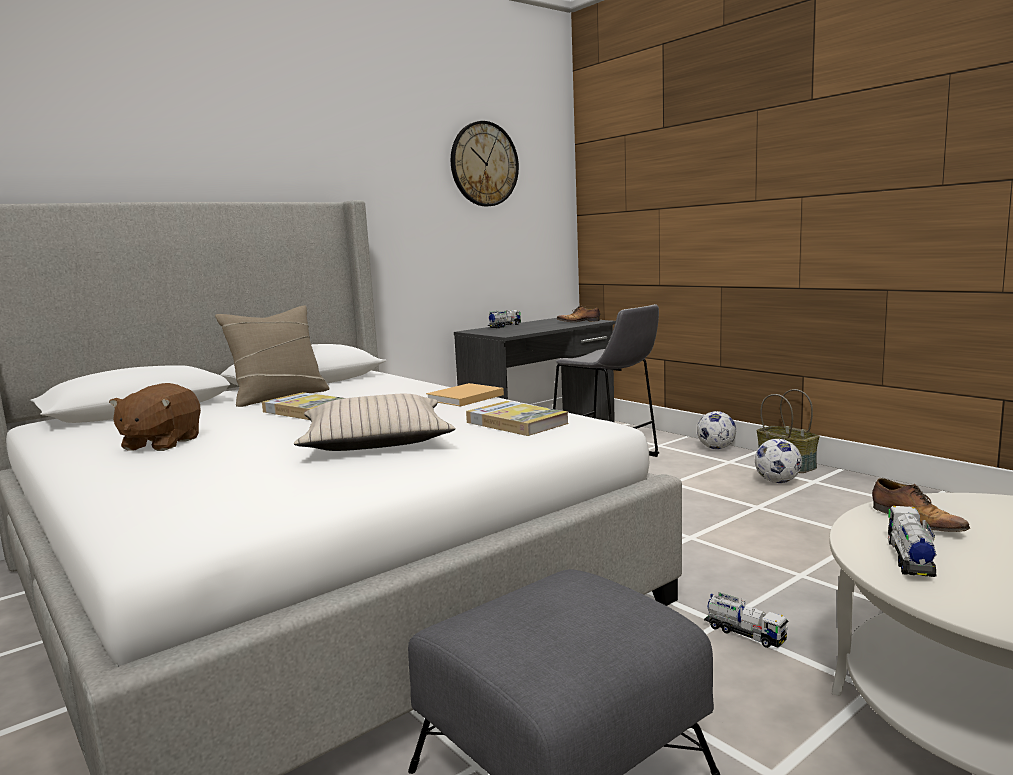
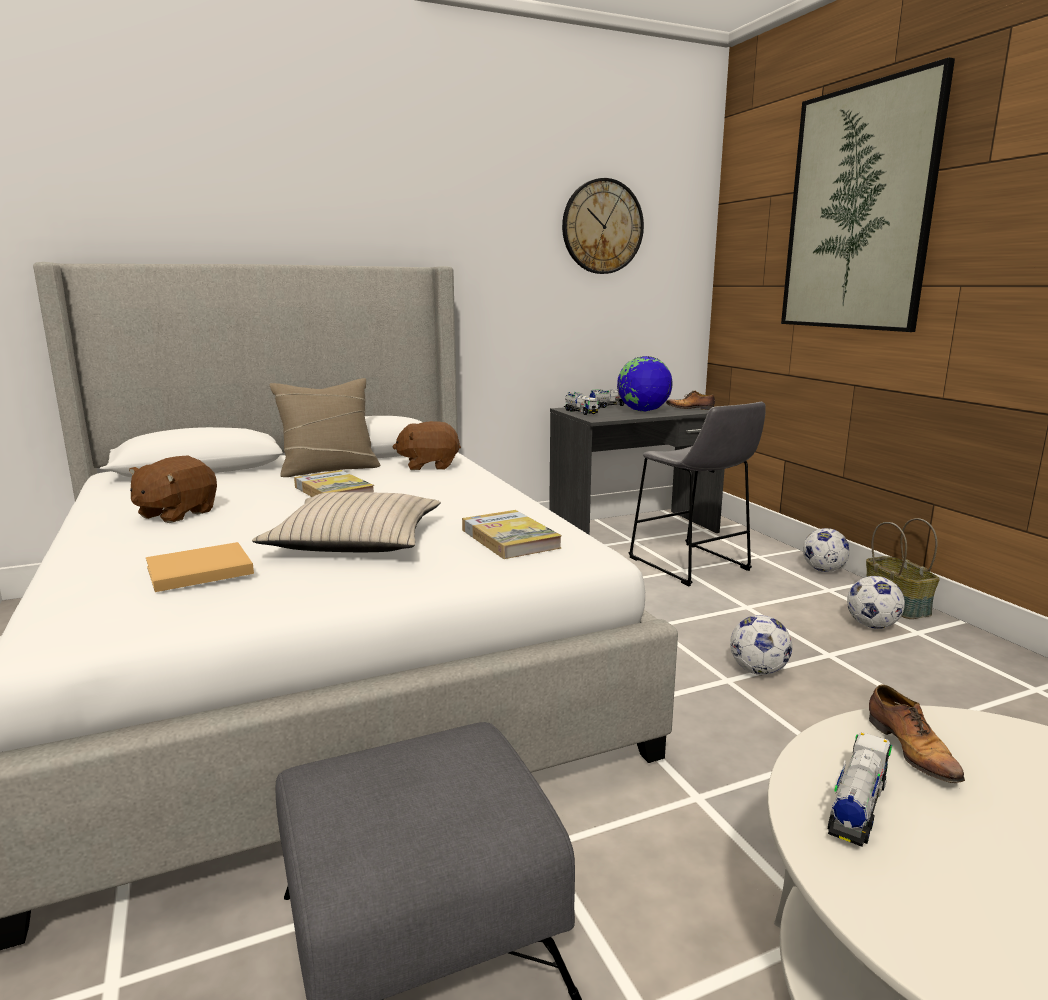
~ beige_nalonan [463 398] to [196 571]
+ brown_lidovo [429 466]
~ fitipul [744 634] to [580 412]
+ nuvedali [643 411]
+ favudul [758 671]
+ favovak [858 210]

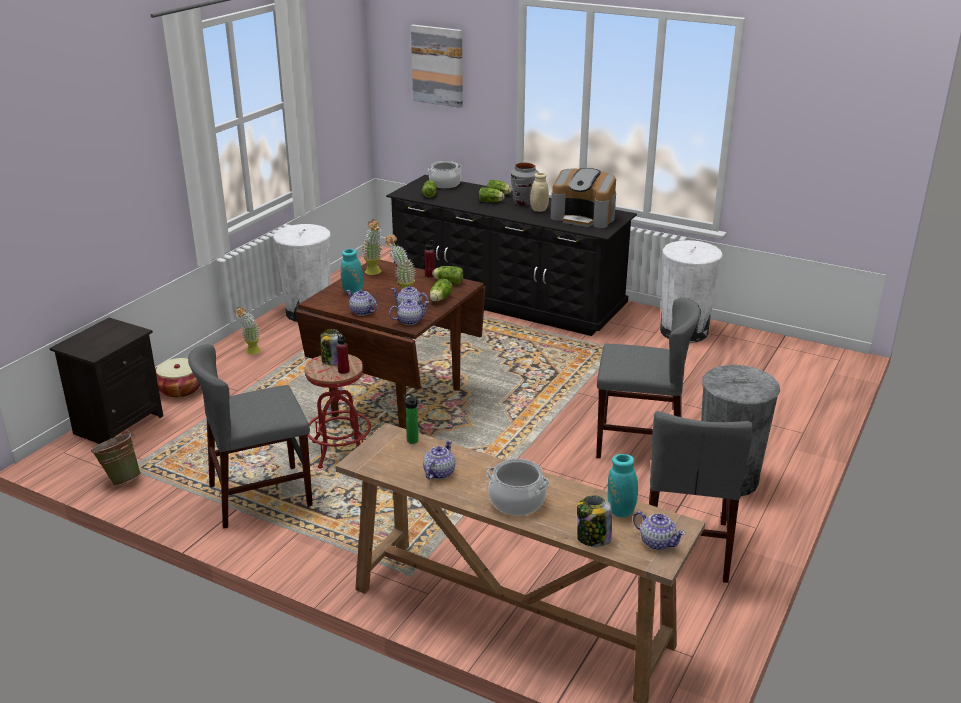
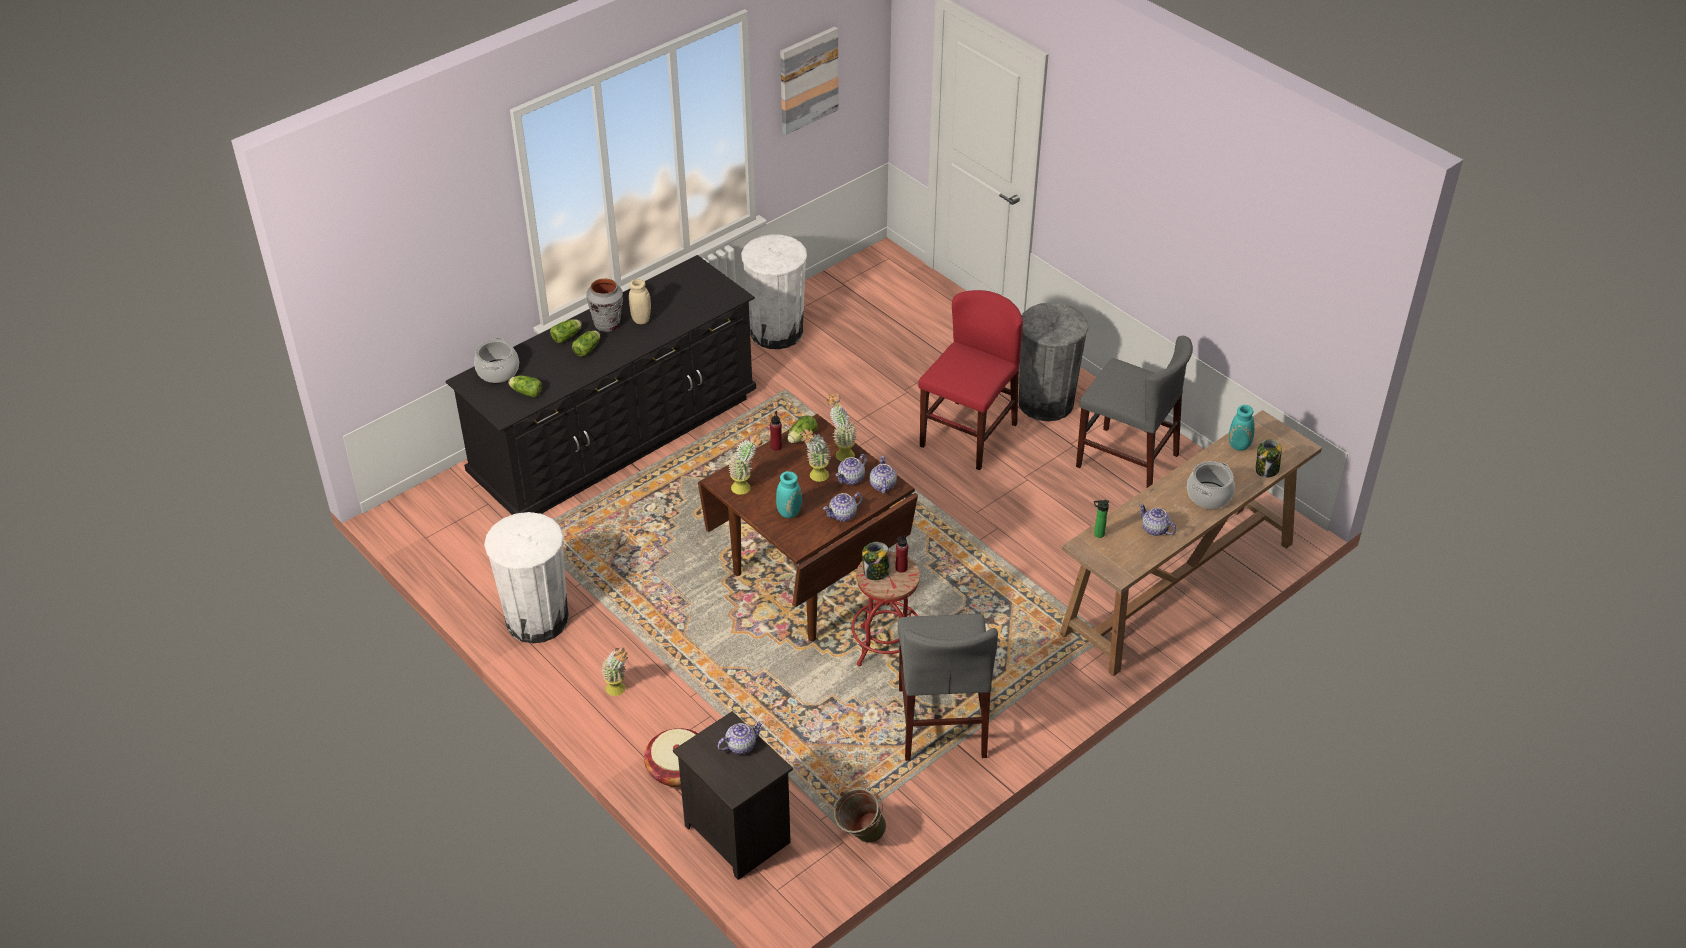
~ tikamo [657 542] to [740 745]
~ favovak [438 65] to [808 79]
~ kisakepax [439 299] to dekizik [841 453]
~ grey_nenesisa [639 443] to red_nenesisa [968 435]
- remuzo [584 217]

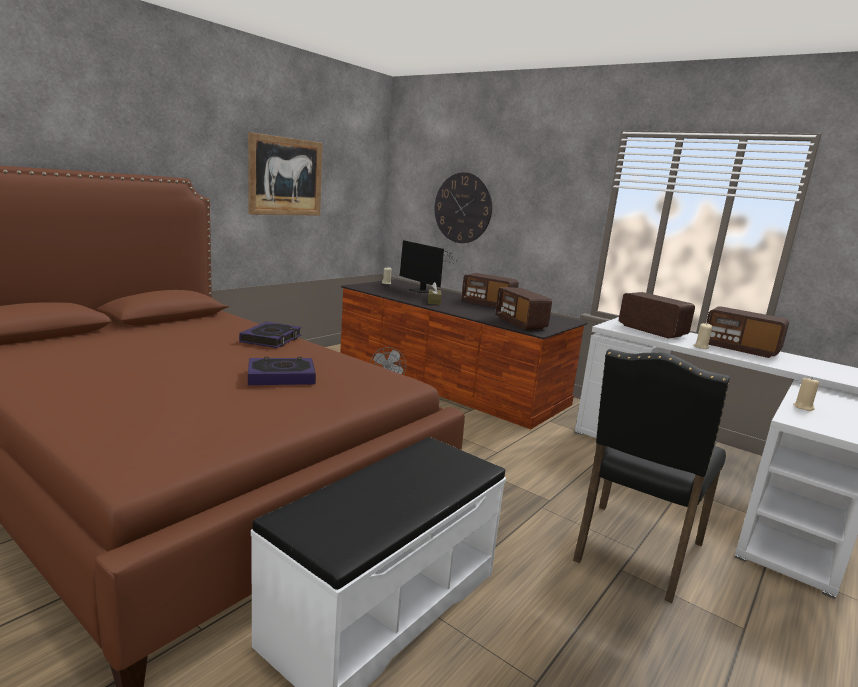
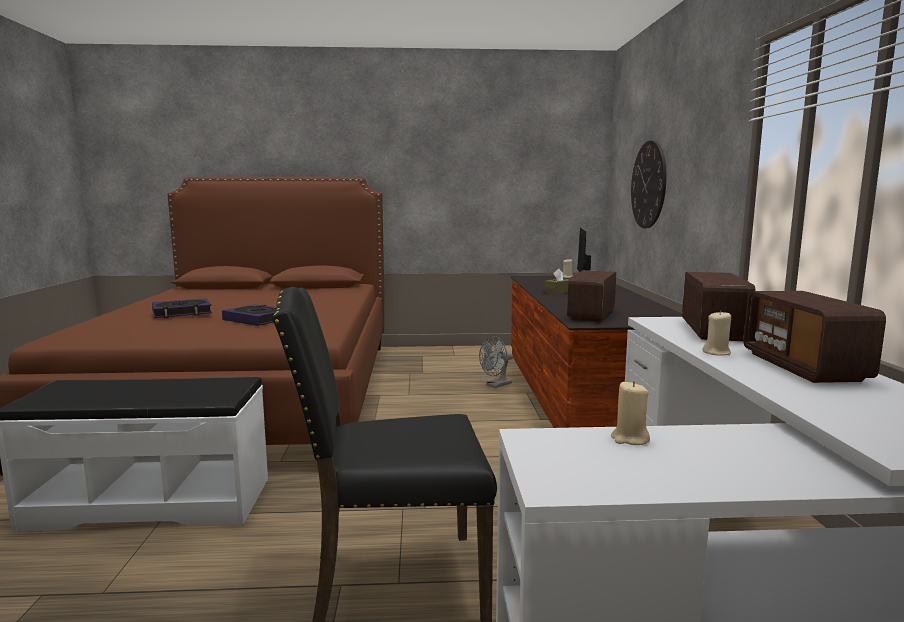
~ nalonan [271 339] to [182 313]
- favovak [286 177]
- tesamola [488 303]

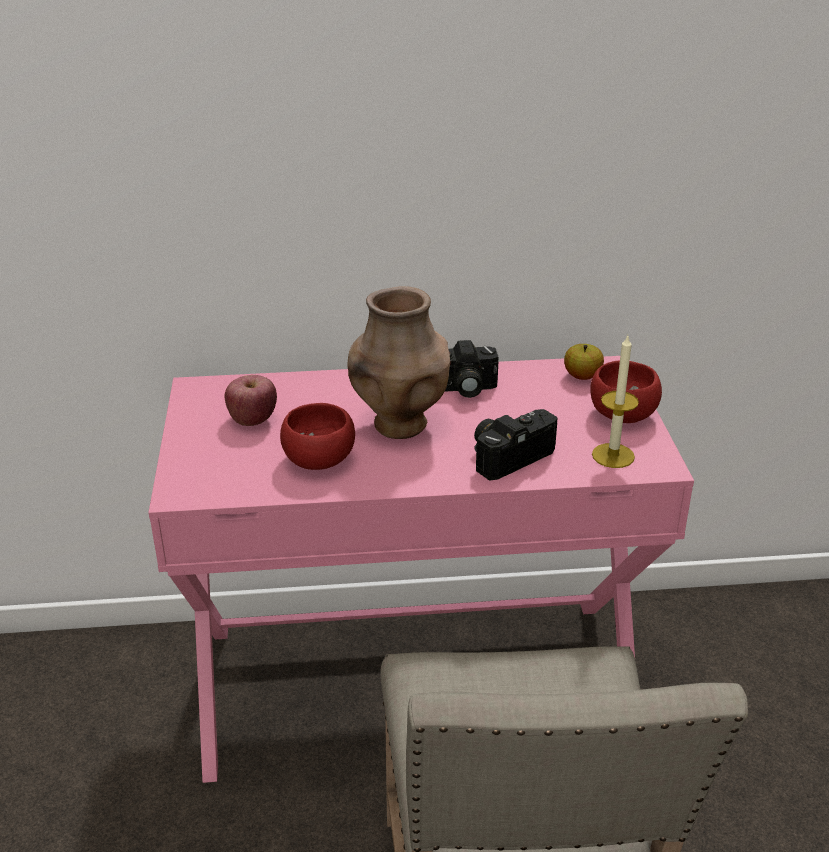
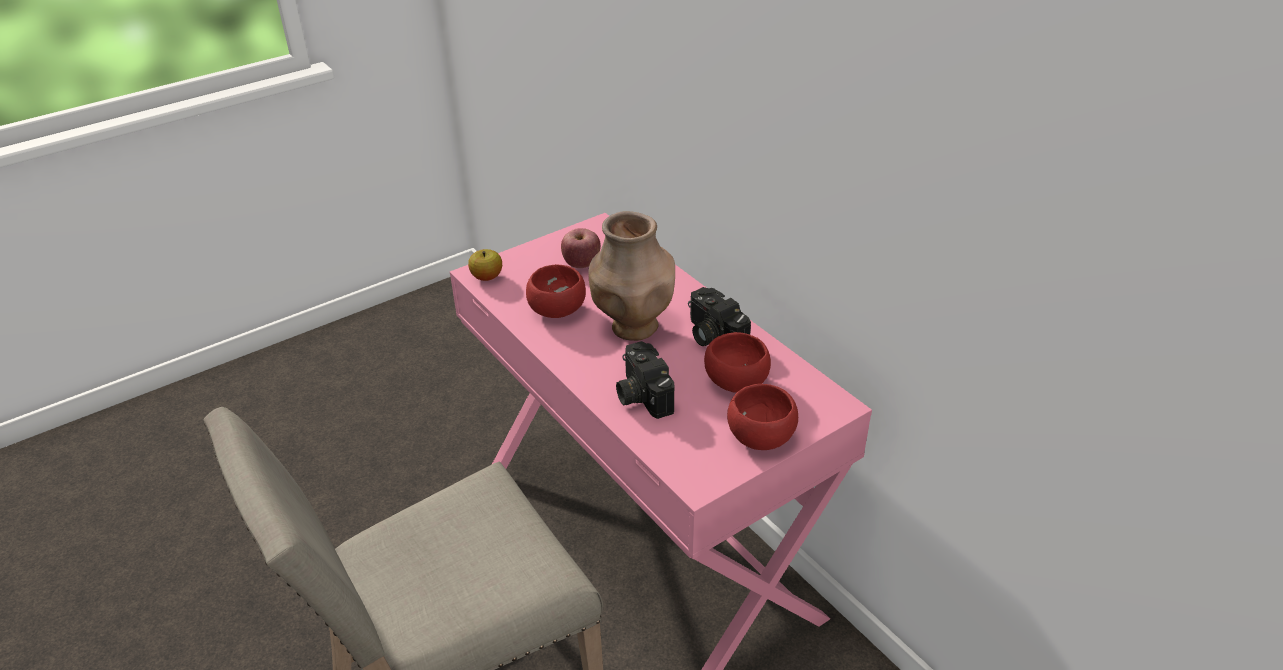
~ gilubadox [582 376] to [487 277]
~ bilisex [509 455] = [640 394] 135 degrees counterclockwise
+ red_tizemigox [735 383]
- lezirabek [613 455]

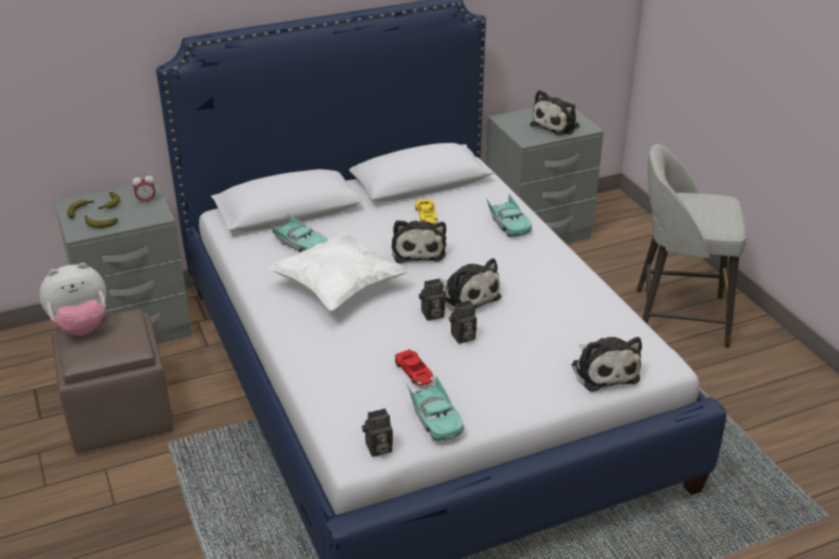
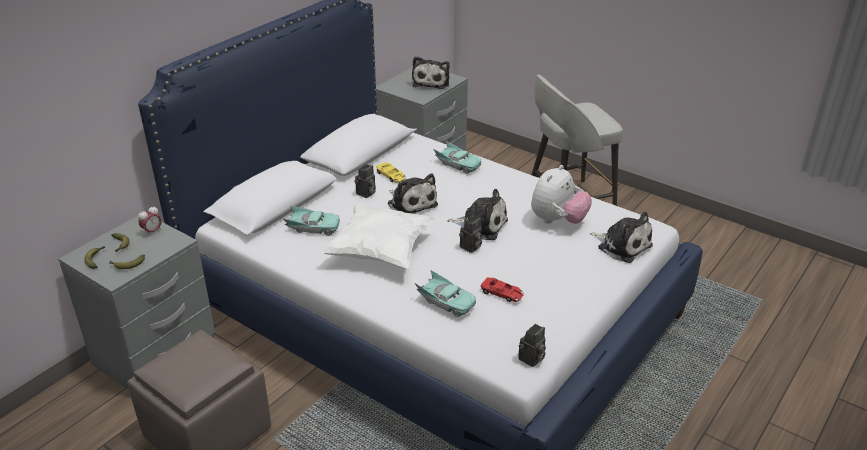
~ bilisex [462 337] to [366 193]
~ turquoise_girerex [435 419] to [446 302]
~ lidovo [81 327] to [558 220]

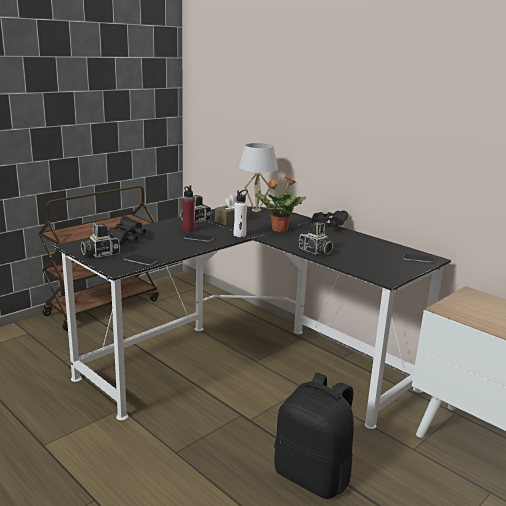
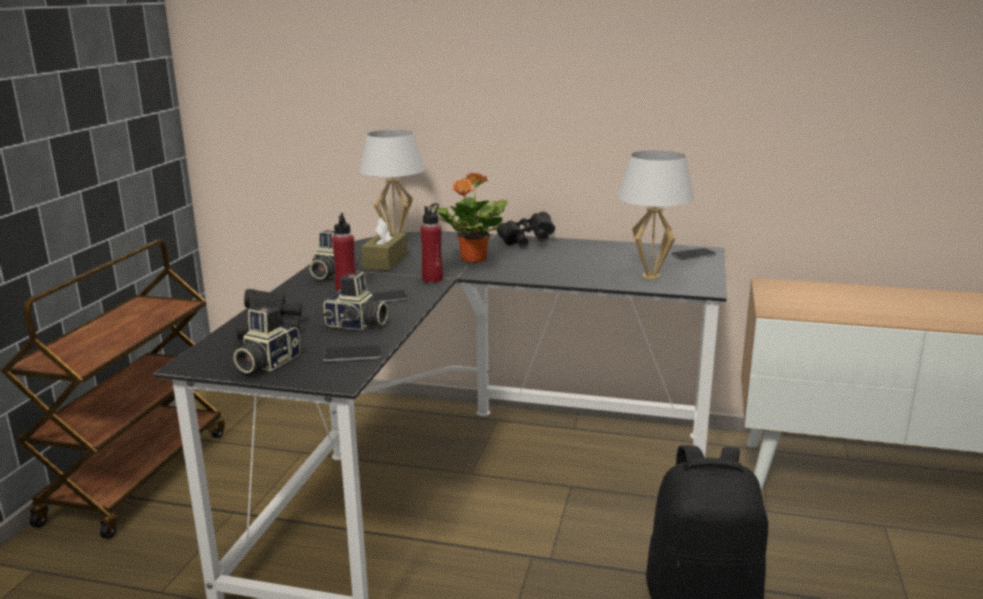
~ bilisex [315 251] to [356 325]
~ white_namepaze [239 235] to red_namepaze [432 279]
+ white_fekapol [651 277]

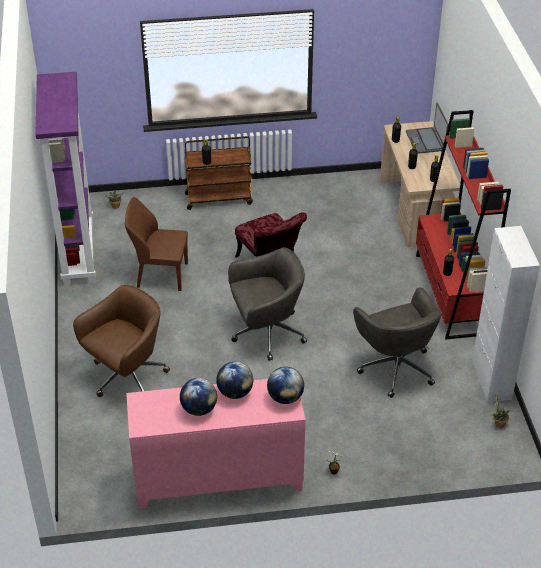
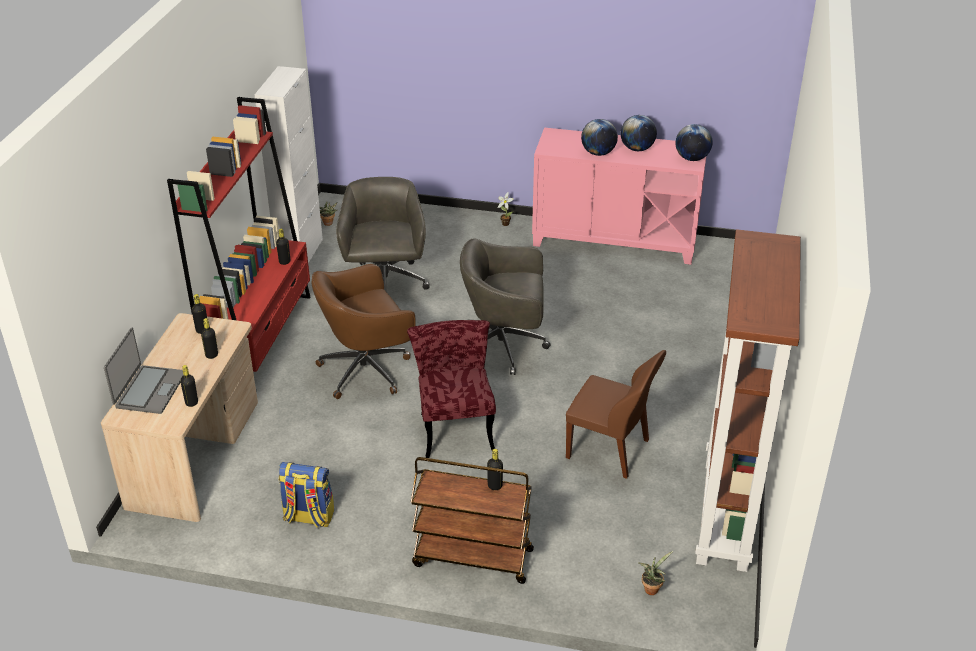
+ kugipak [308 517]
~ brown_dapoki [126 377] to [367 370]
~ nuvedali [285 398] to [692 158]
~ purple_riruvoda [78 253] to brown_riruvoda [727 514]

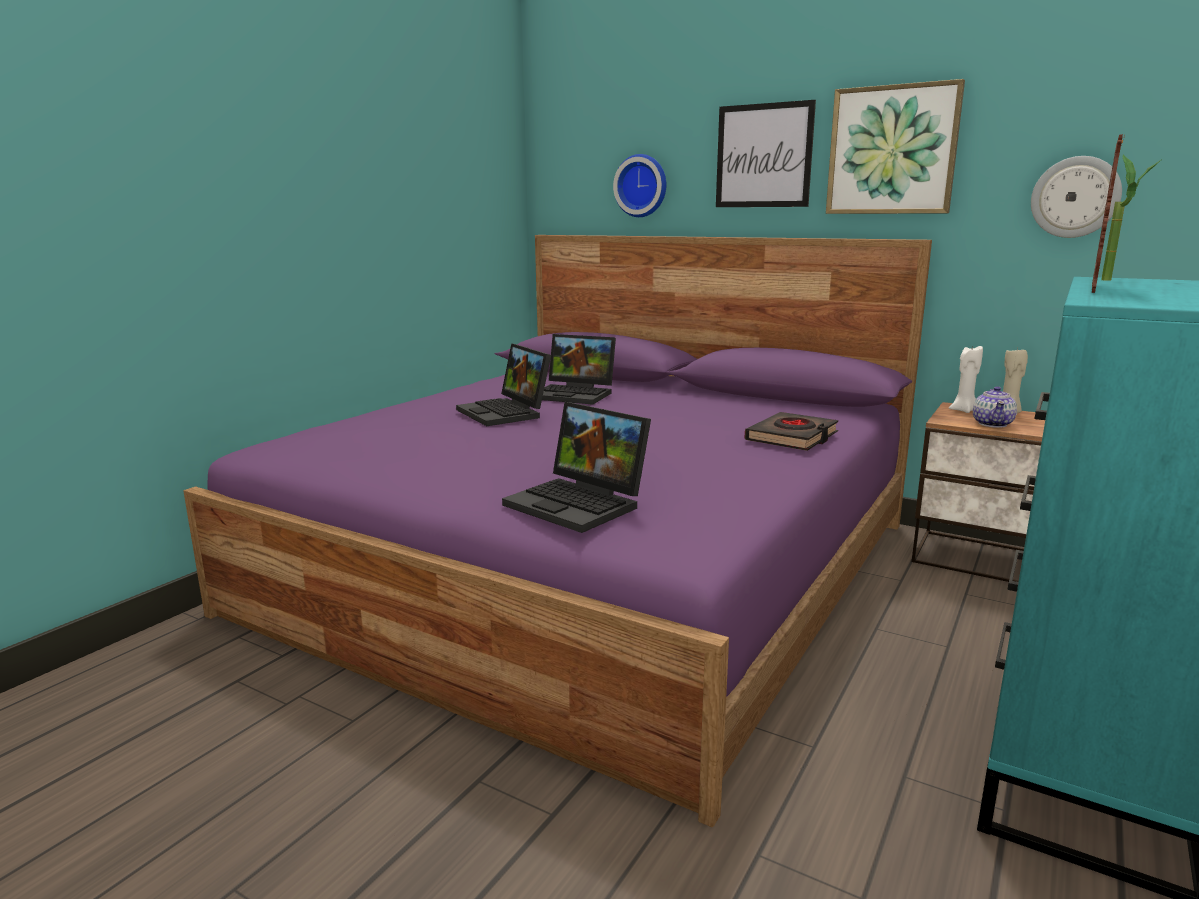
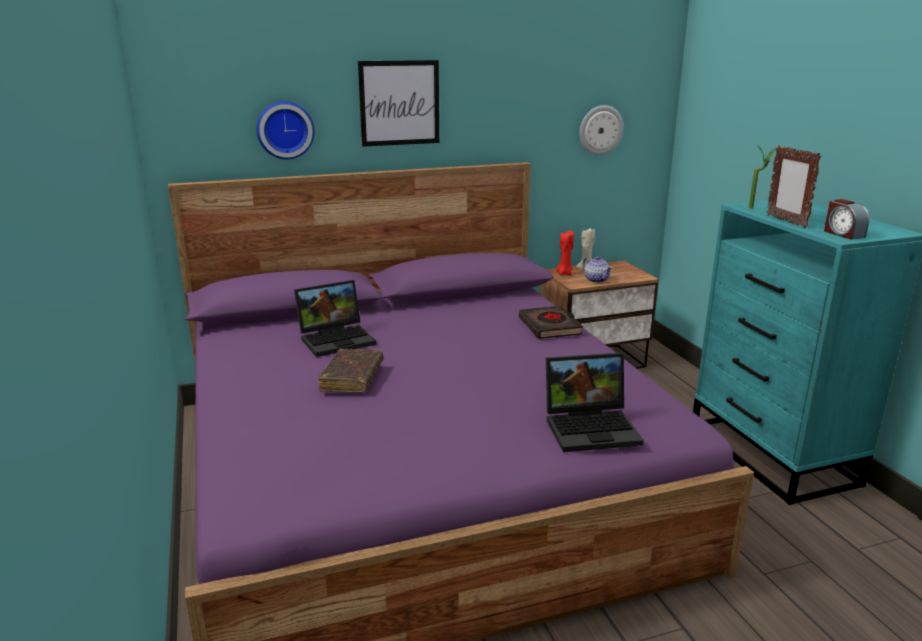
~ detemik [506 413] to brown_nalonan [352 378]
~ white_lezirabek [963 410] to red_lezirabek [564 273]
+ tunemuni [843 234]
- favovak [892 150]

